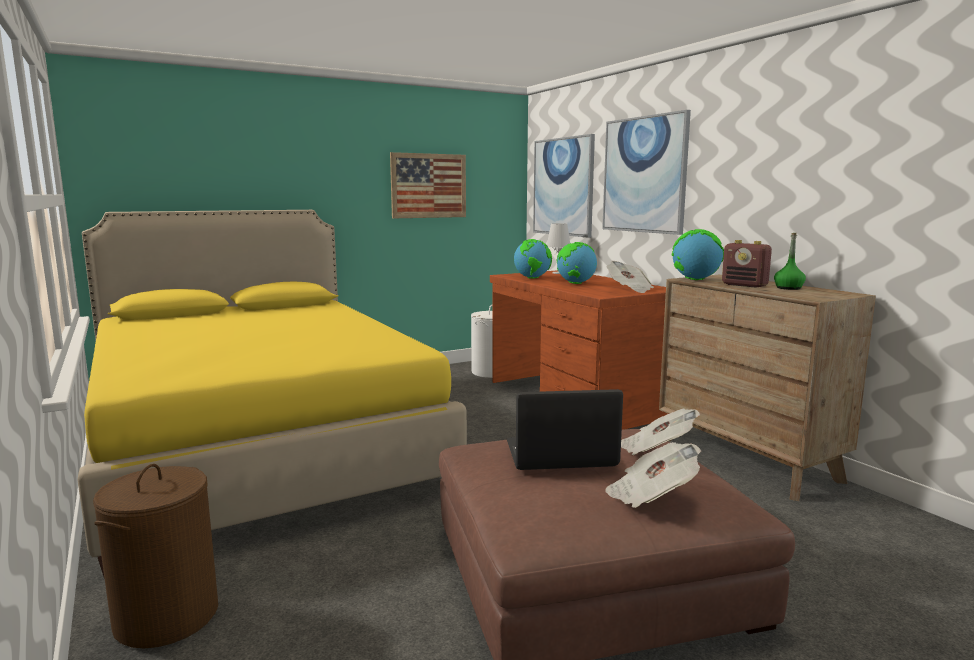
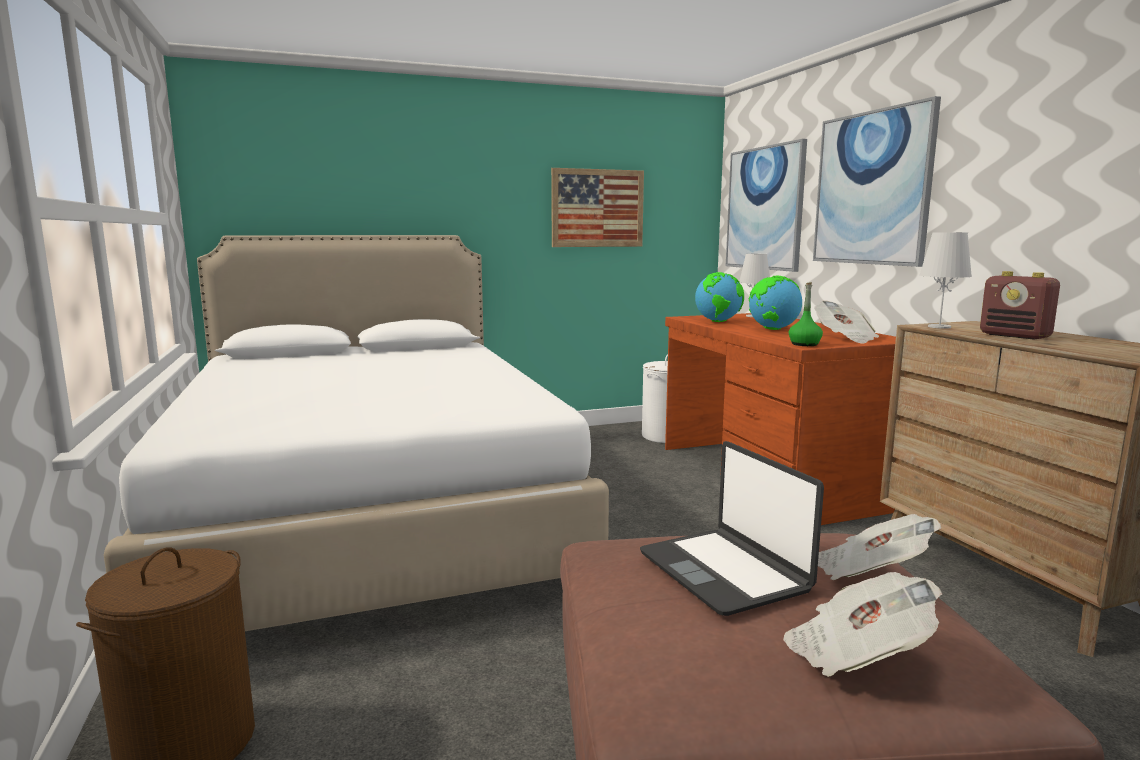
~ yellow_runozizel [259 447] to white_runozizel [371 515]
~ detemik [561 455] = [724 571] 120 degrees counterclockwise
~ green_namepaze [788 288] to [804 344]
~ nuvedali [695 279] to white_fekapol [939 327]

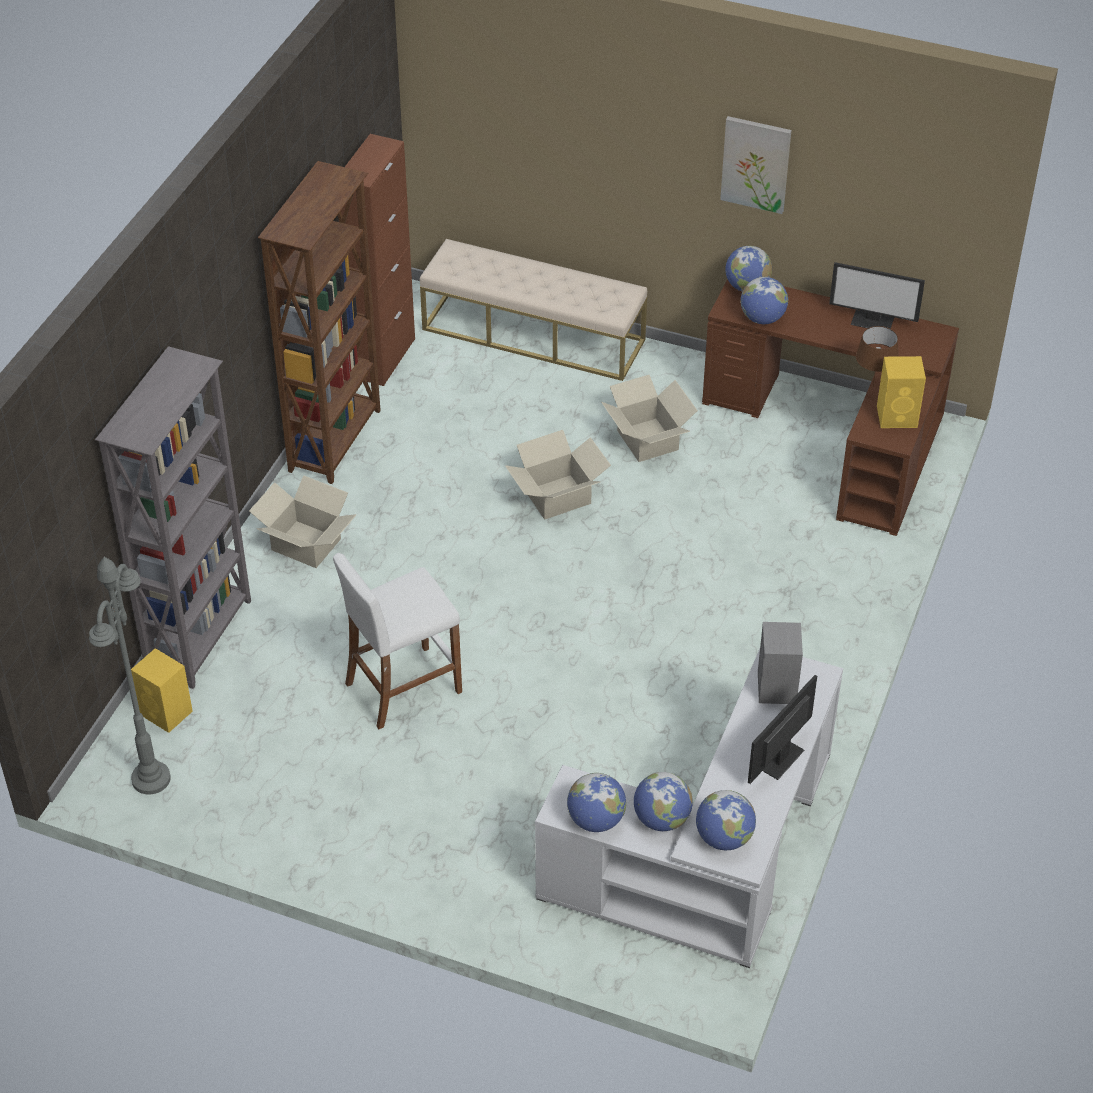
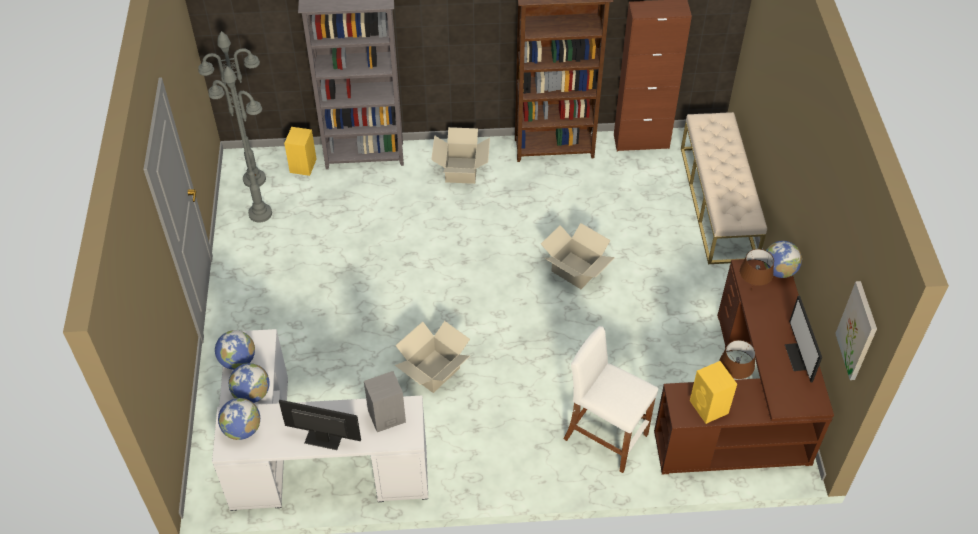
+ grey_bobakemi [260 213]
~ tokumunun [647 440] to [433 371]
~ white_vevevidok [402 687] to [605 436]
~ nuvedali [762 319] to brown_fekapol [751 291]
~ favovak [756 164] to [857 331]

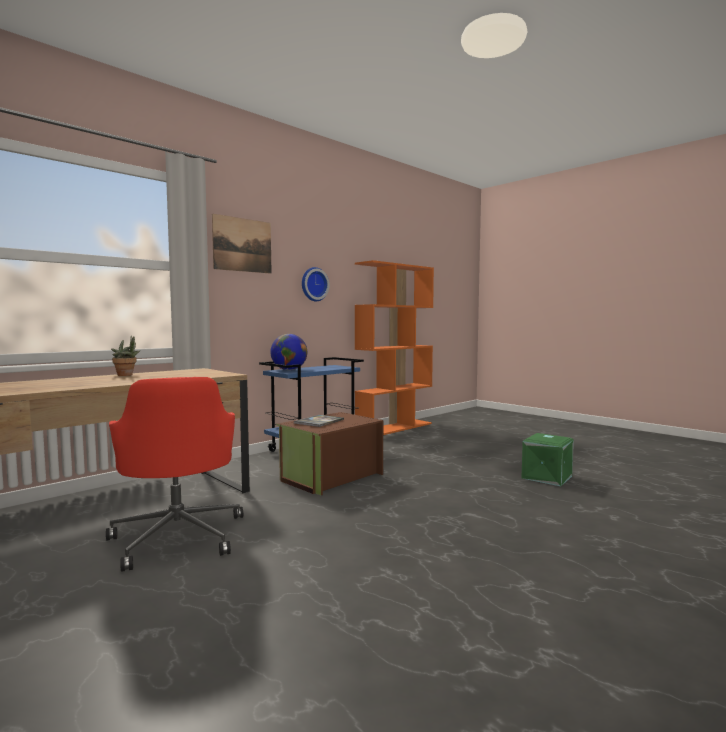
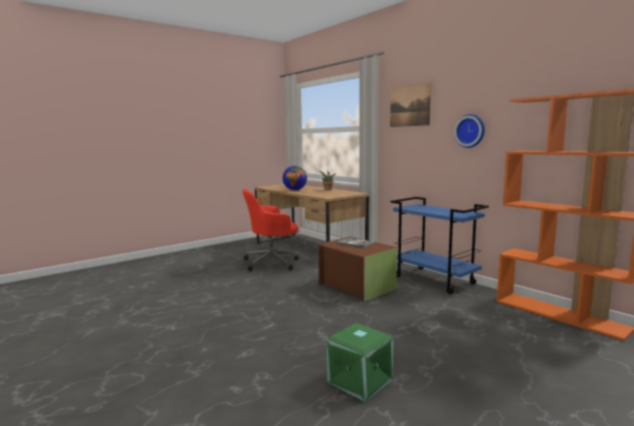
~ nuvedali [289 370] to [295 190]

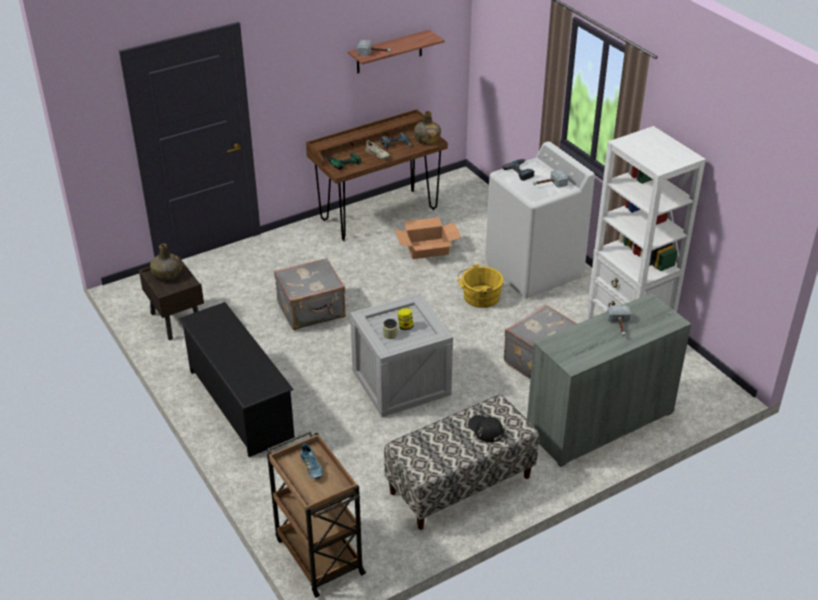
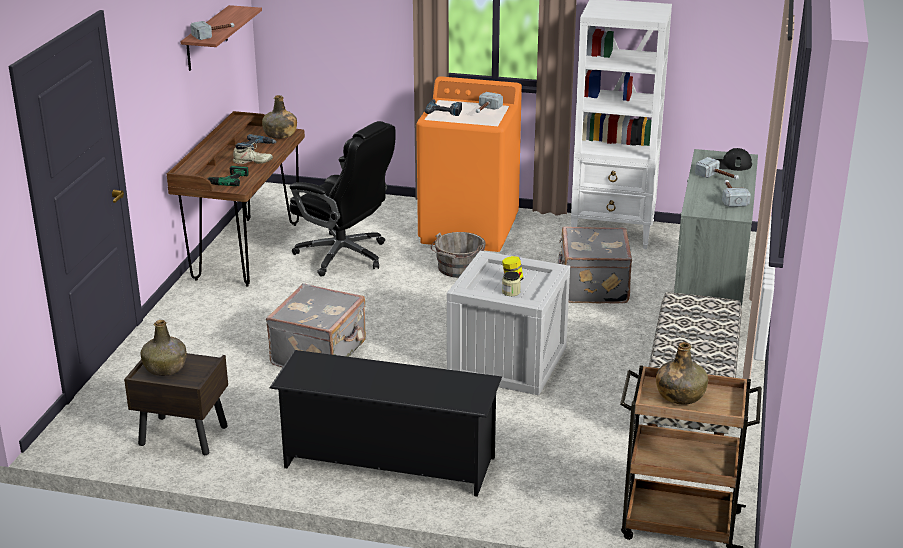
~ tokumunun [427 248] to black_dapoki [344 256]
~ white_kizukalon [534 270] to orange_kizukalon [469 229]
~ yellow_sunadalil [479 297] to grey_sunadalil [458 269]
~ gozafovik [311 467] to green_namepaze [680 395]
~ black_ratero [485 429] to [730 164]
+ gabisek [731 197]

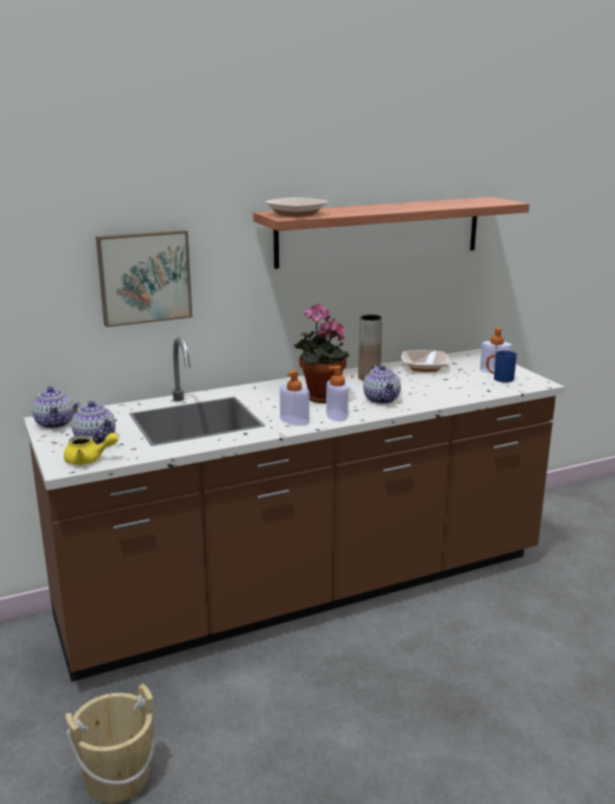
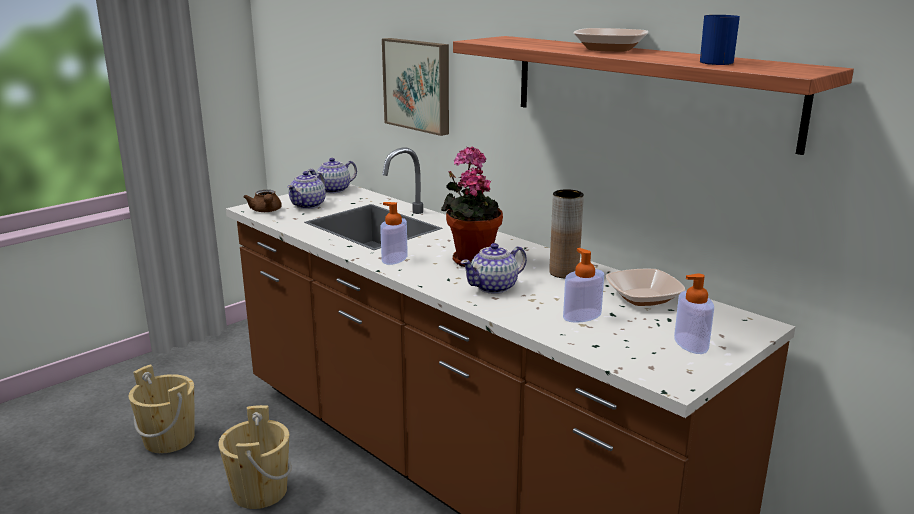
+ beige_sunadalil [260 491]
~ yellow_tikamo [88 460] to brown_tikamo [266 211]
~ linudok [337 415] to [582 315]
~ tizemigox [296 214] to [609 49]
~ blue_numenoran [499 379] to [713 62]

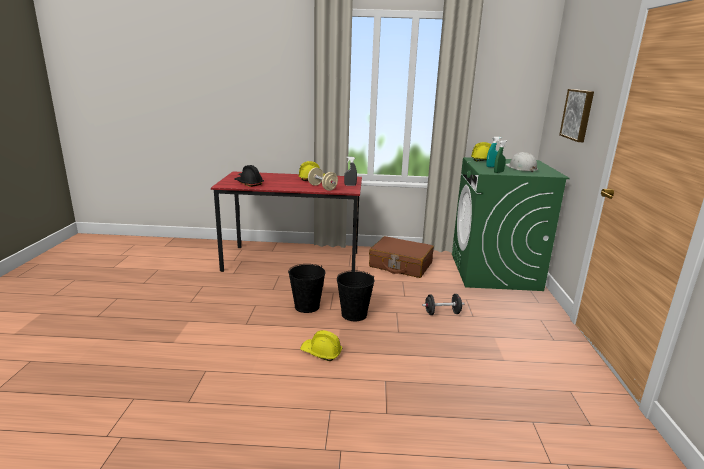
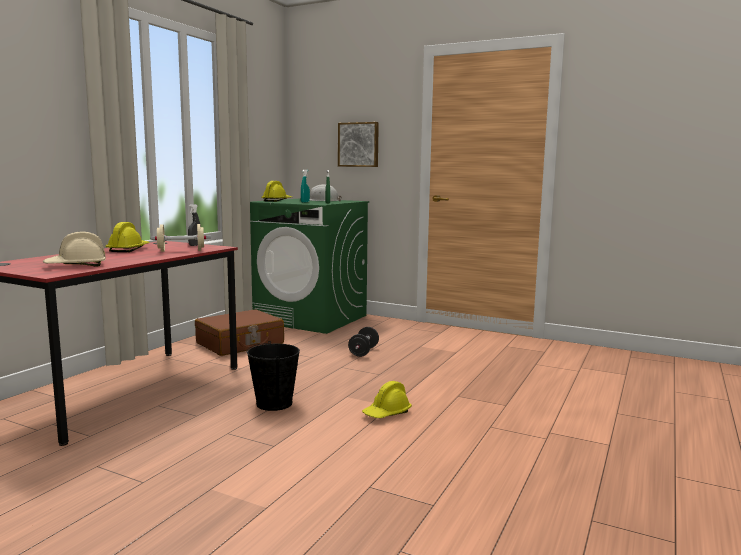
~ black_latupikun [248 183] to beige_latupikun [76 266]
- black_sunadalil [354 314]

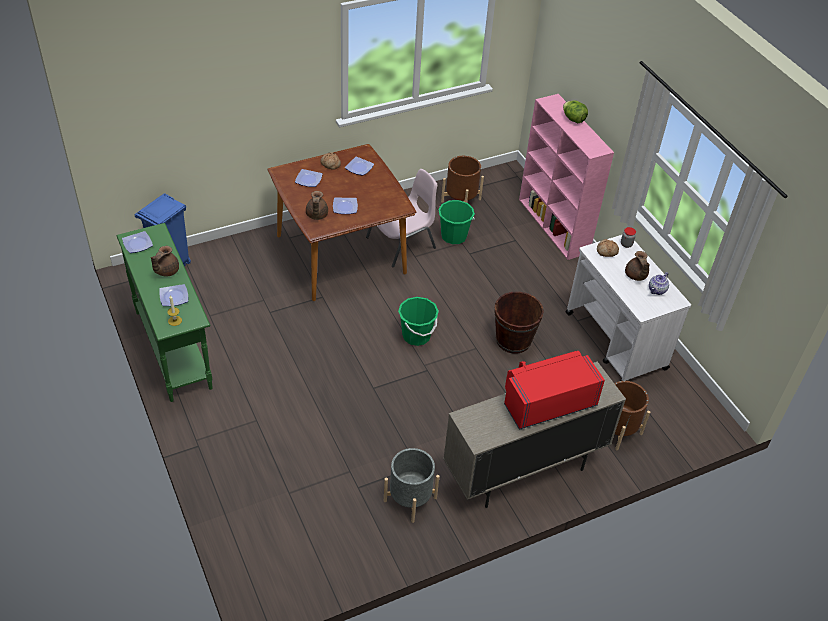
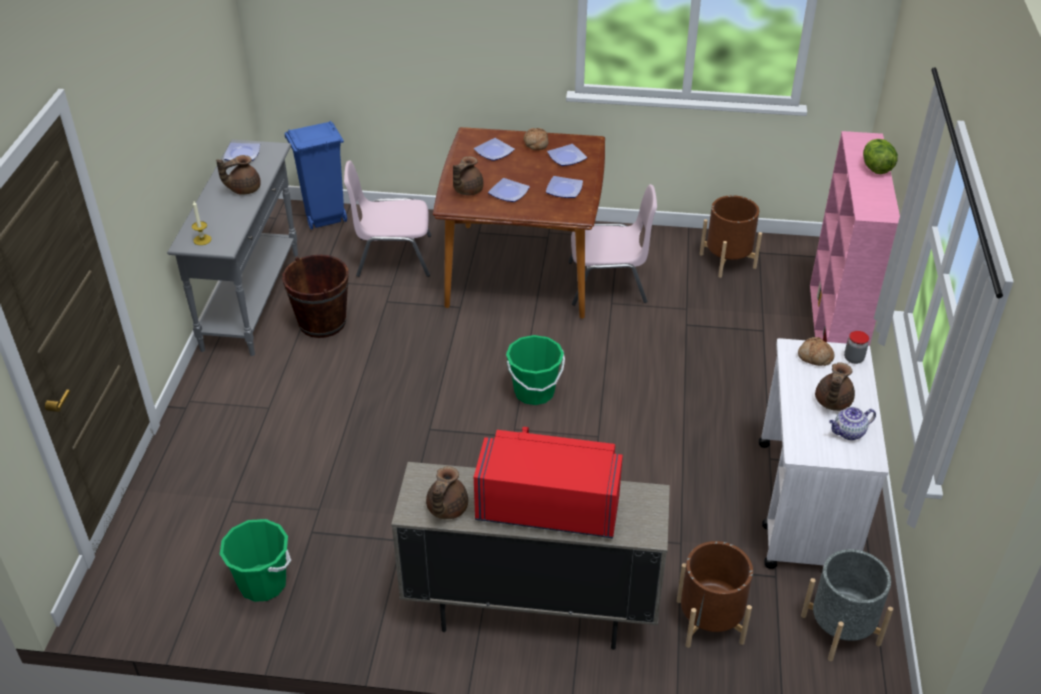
~ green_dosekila [173 349] to grey_dosekila [252 300]
~ green_sunadalil [454 236] to [263 583]
~ brown_sunadalil [513 340] to [322 322]
+ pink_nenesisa [392 256]
+ brown_tikamo [446 509]
~ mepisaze [174 297] to [564 190]
~ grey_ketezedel [410 499] to [840 629]

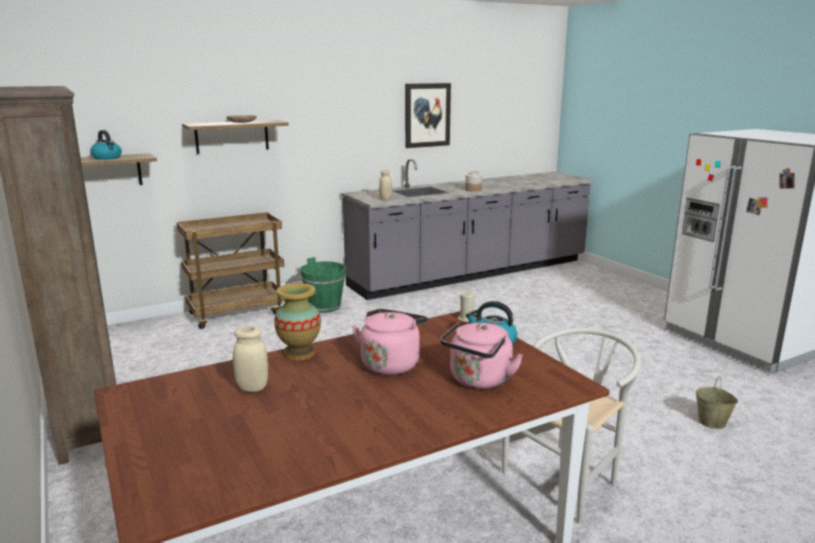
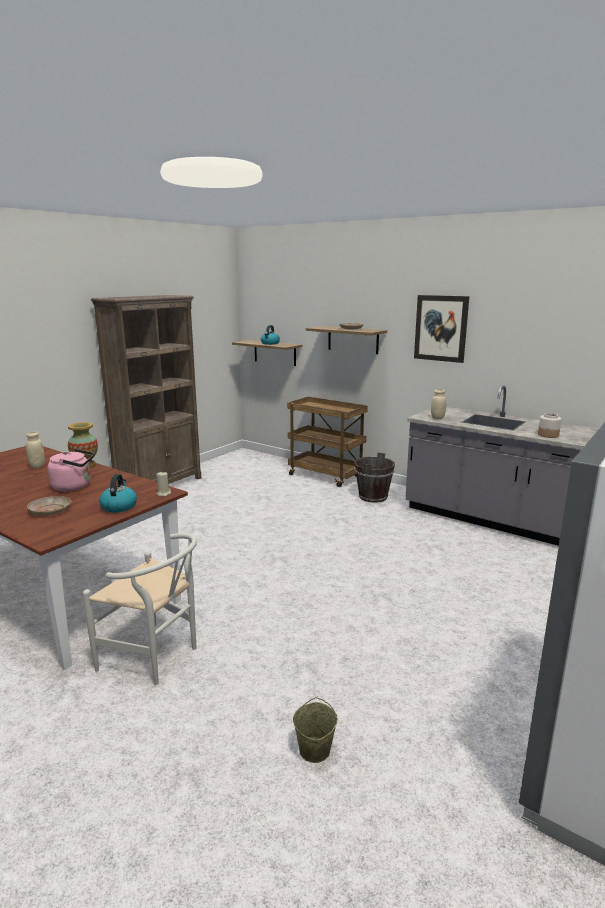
~ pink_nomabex [478 381] to beige_mepisaze [50 511]
~ green_sunadalil [324 307] to brown_sunadalil [373 497]
~ favovak [427 115] to [441 328]

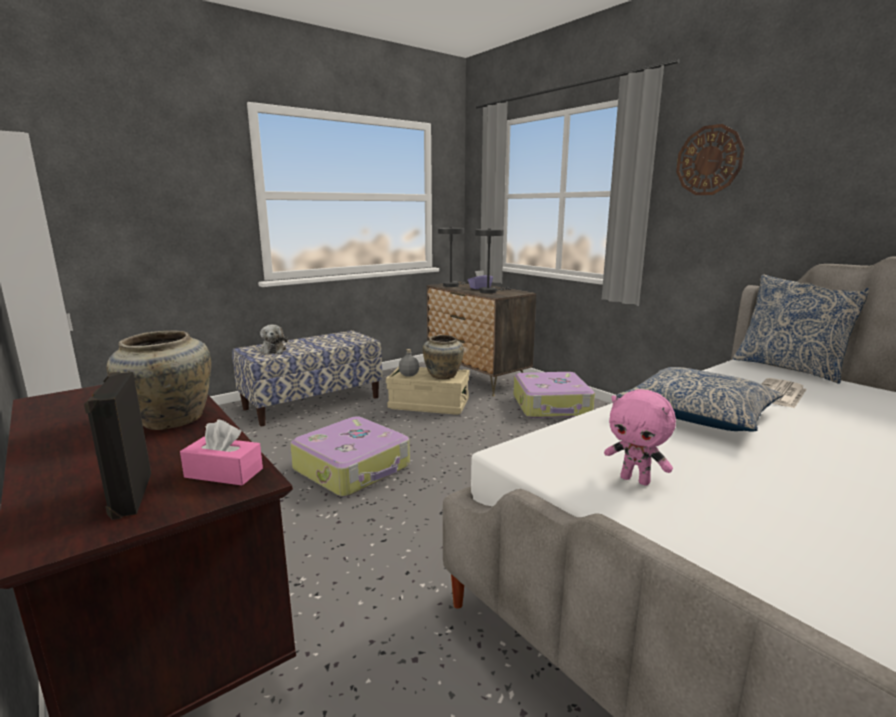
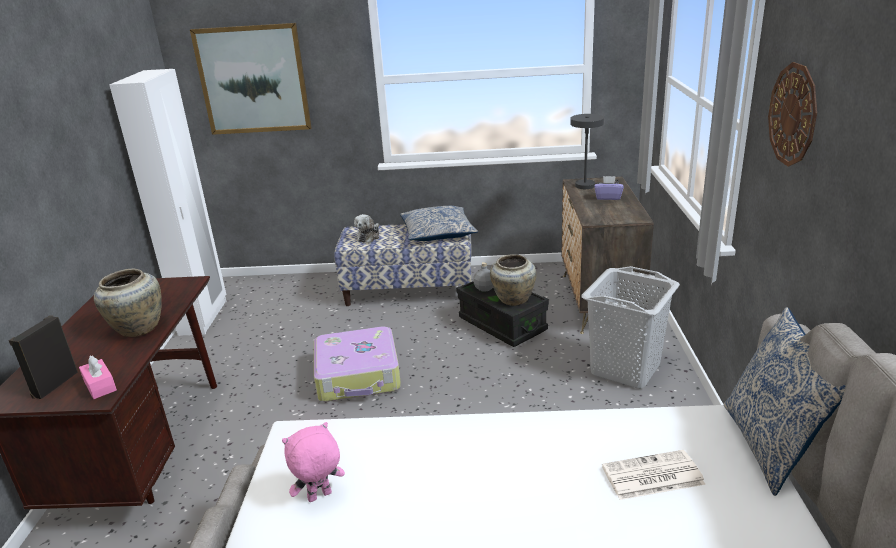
+ favovak [253 80]
~ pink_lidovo [635 480] = [319 497] 75 degrees clockwise
~ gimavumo [697 414] to [437 232]
~ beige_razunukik [429 404] to black_razunukik [502 324]
~ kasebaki [552 406] to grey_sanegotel [626 369]
- grey_fekapol [490 291]

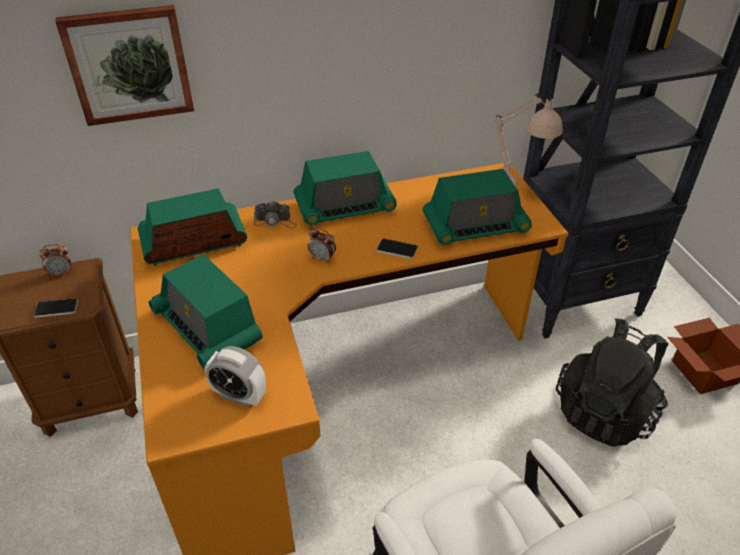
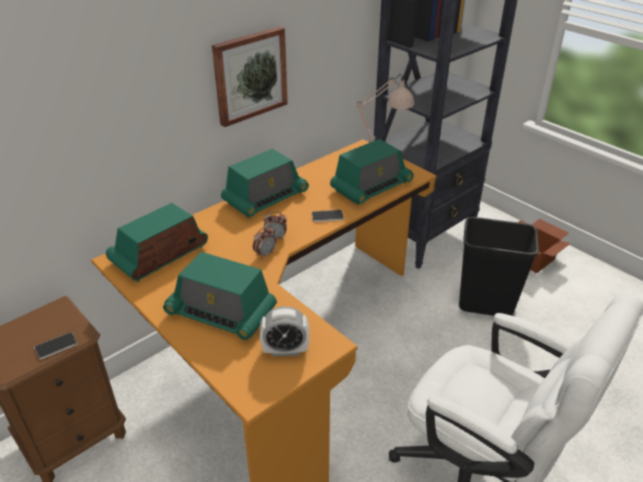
~ favovak [129 65] to [249 75]
~ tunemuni [61 272] to [265 254]
~ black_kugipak [605 411] to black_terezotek [486 304]
- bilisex [275 222]

